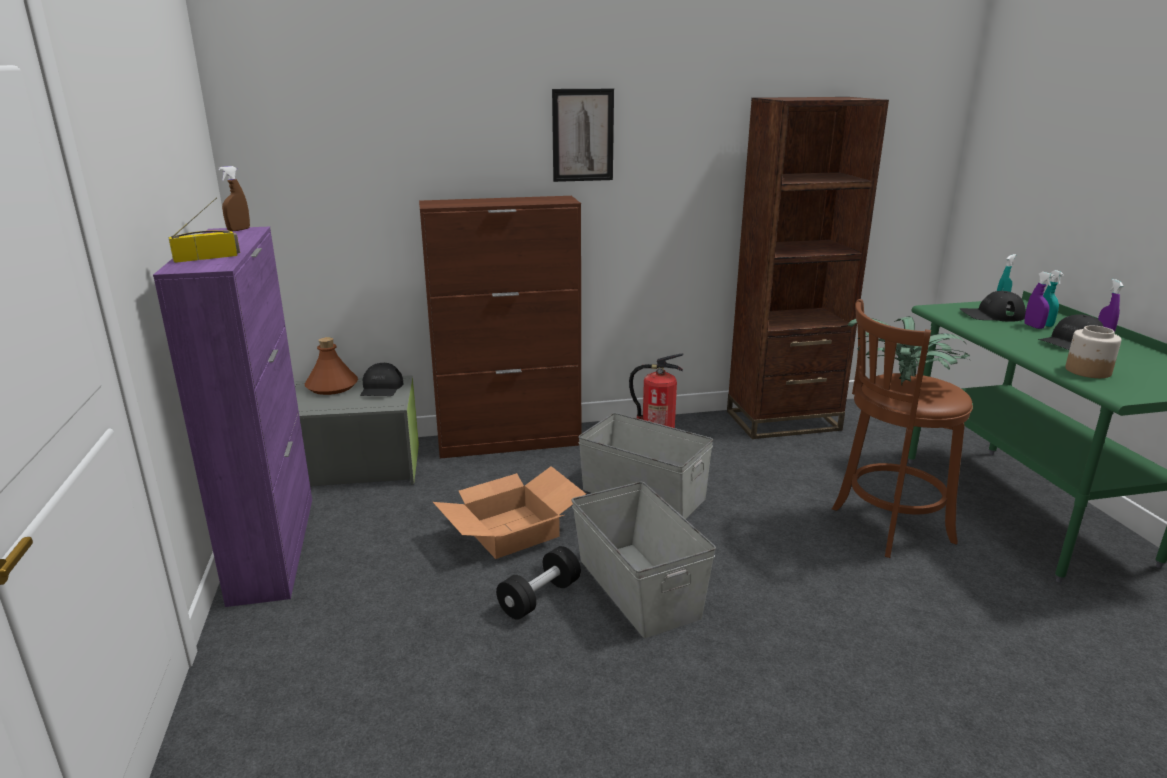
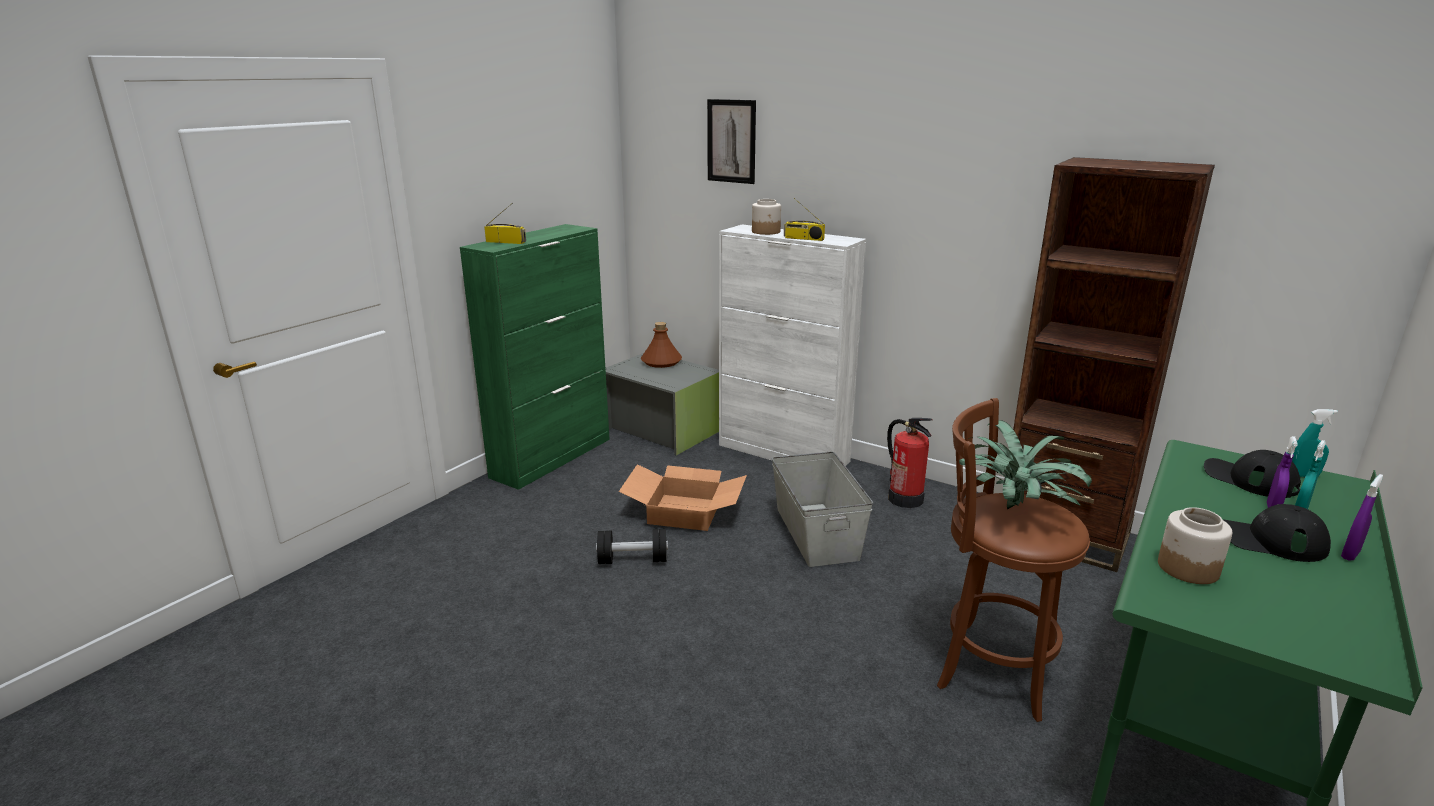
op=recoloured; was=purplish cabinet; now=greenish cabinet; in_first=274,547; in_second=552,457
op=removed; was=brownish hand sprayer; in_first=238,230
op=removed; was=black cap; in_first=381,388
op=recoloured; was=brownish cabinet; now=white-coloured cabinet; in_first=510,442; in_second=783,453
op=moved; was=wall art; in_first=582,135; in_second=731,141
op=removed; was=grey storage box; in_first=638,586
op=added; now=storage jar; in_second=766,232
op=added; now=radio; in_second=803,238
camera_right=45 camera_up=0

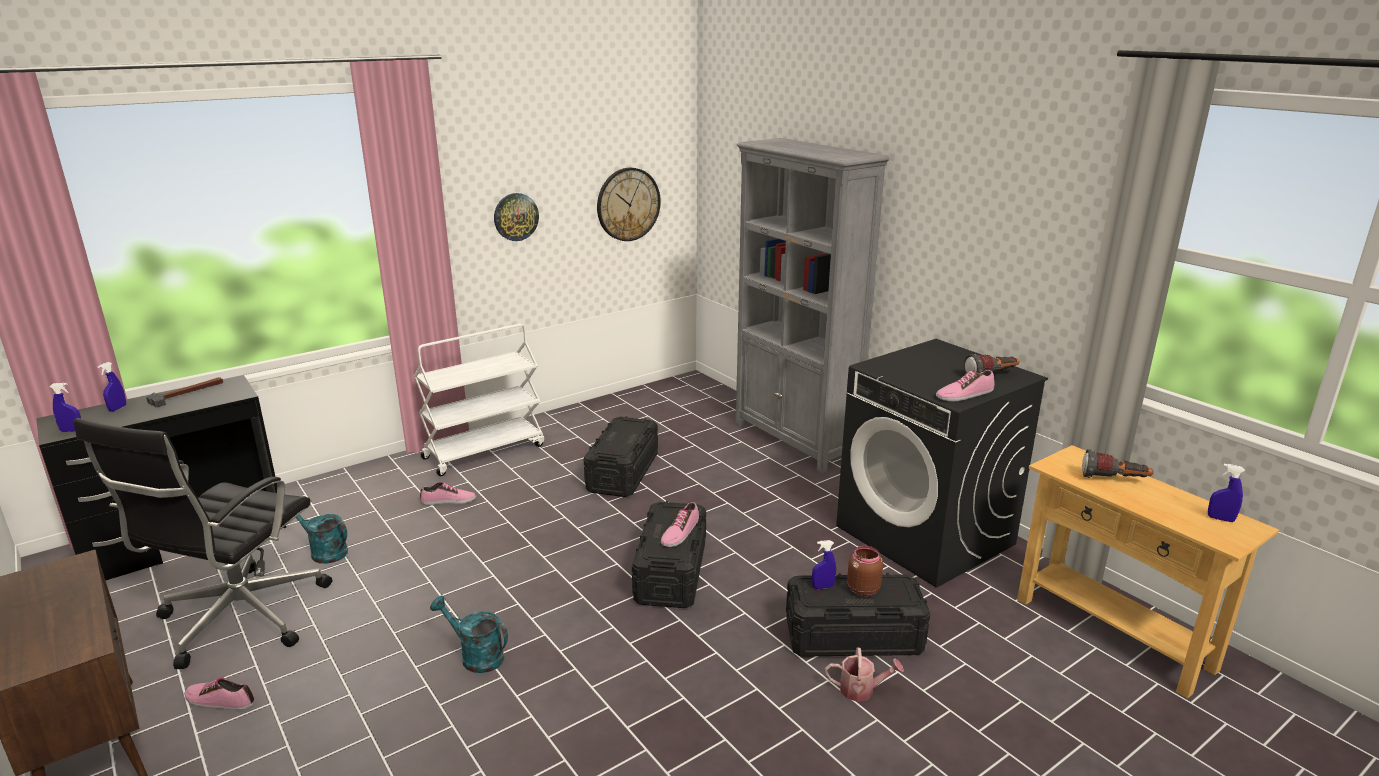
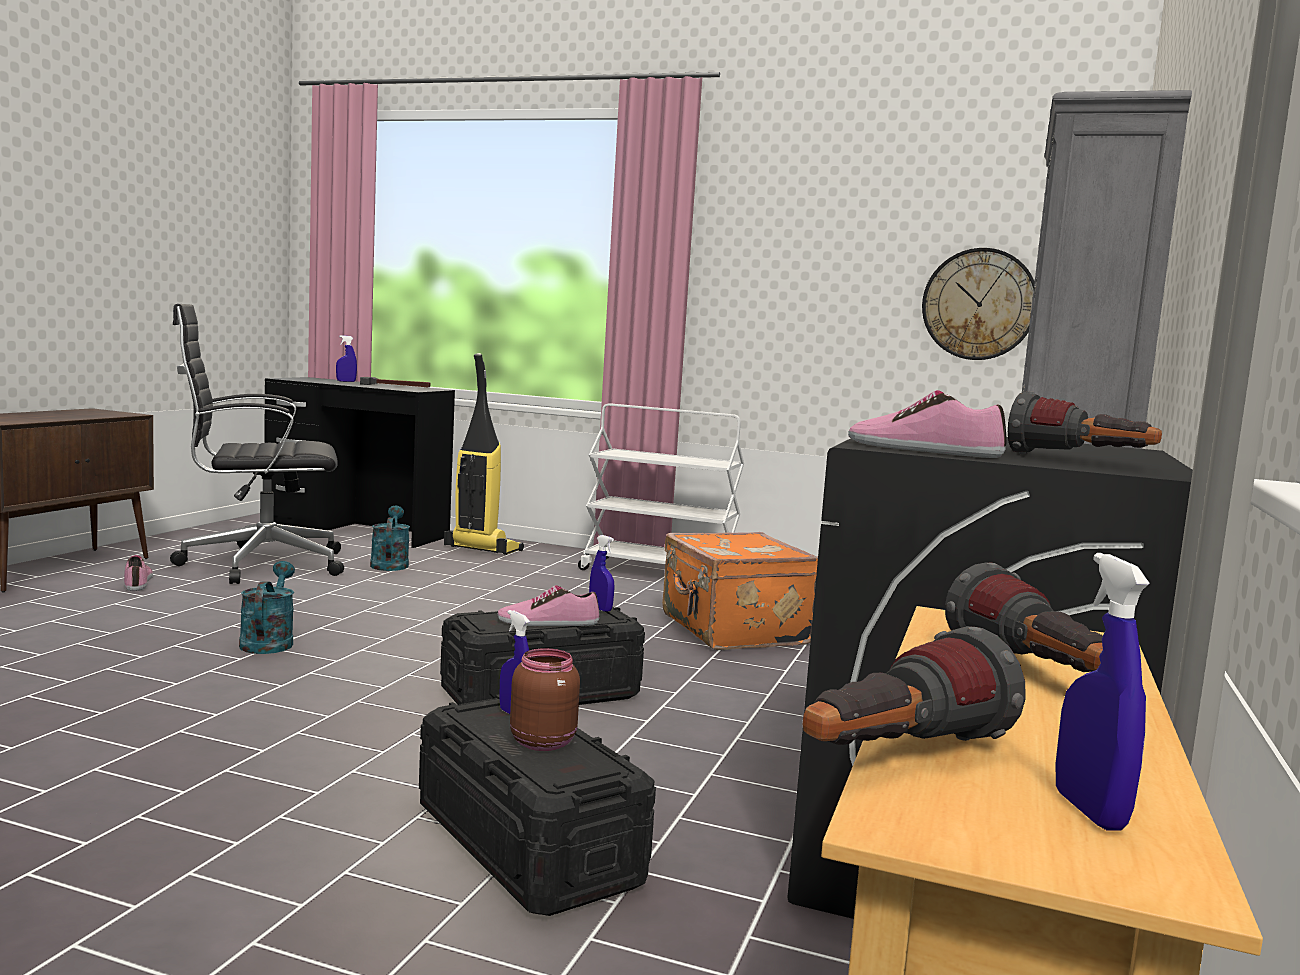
op=moved; was=blue-coloured hand sprayer; in_first=72,431; in_second=600,609
op=removed; was=shoe; in_first=448,501
op=removed; was=hanging clock; in_first=515,217
op=replaced; was=black storage box; now=orange piece of luggage; in_first=623,472; in_second=732,630
op=removed; was=watering pot; in_first=861,690
op=added; now=vacuum; in_second=481,549
op=added; now=flashlight; in_second=898,758
camera_right=55 camera_up=-15

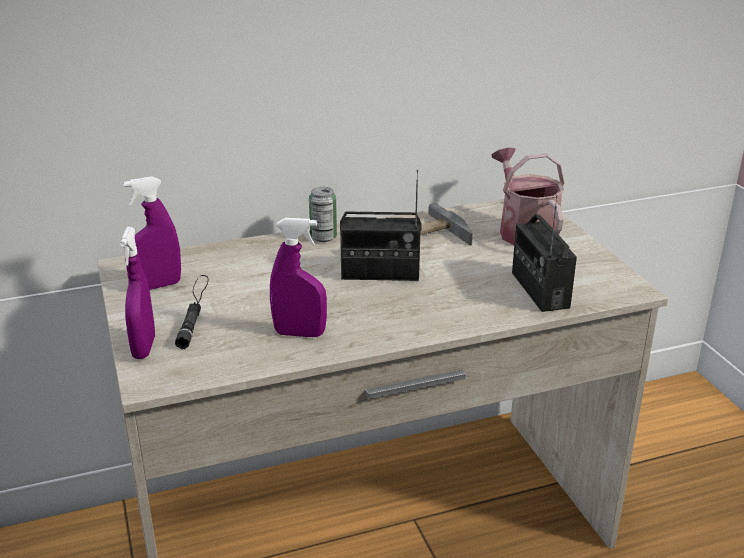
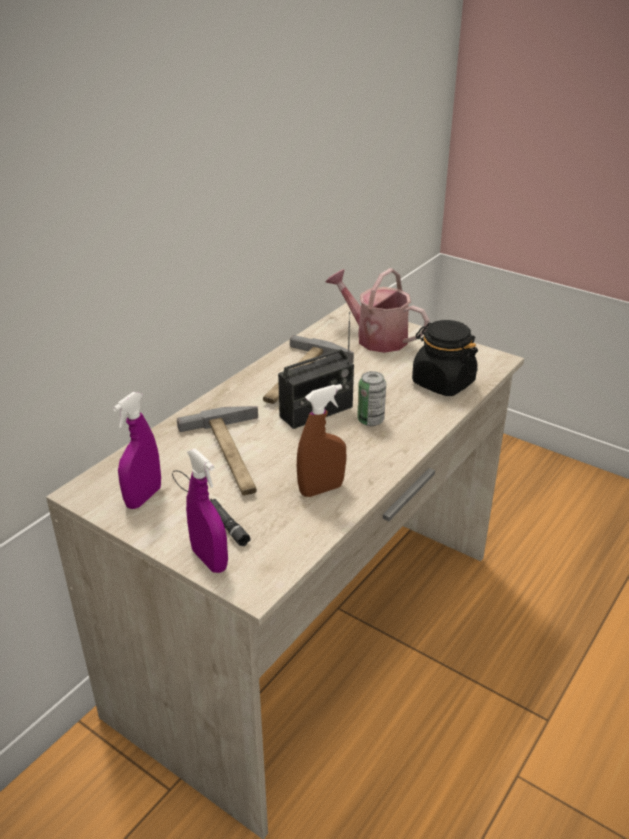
op=recoloured; was=purplish hand sprayer; now=brownish hand sprayer; in_first=299,333; in_second=321,489
op=moved; was=can; in_first=323,237; in_second=370,420
op=replaced; was=radio; now=black storage jar; in_first=539,290; in_second=442,383
op=added; now=hammer; in_second=233,455
camera_right=-35 camera_up=5

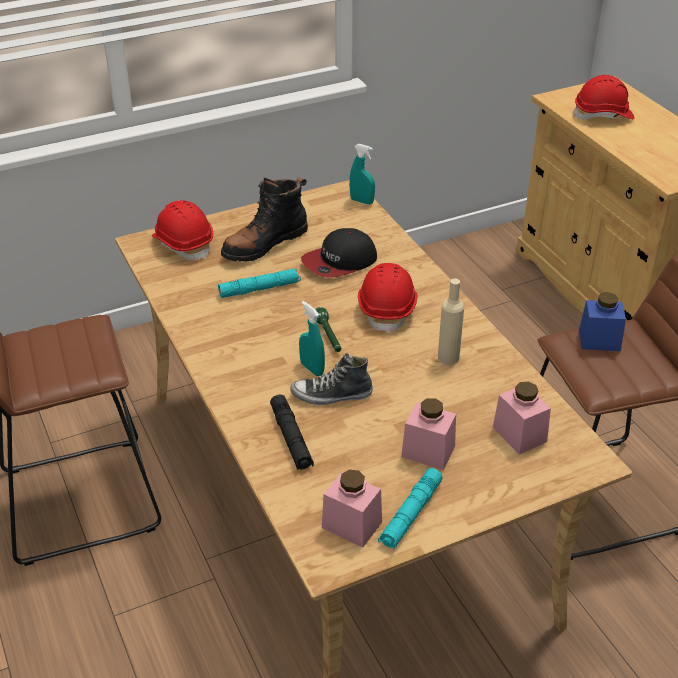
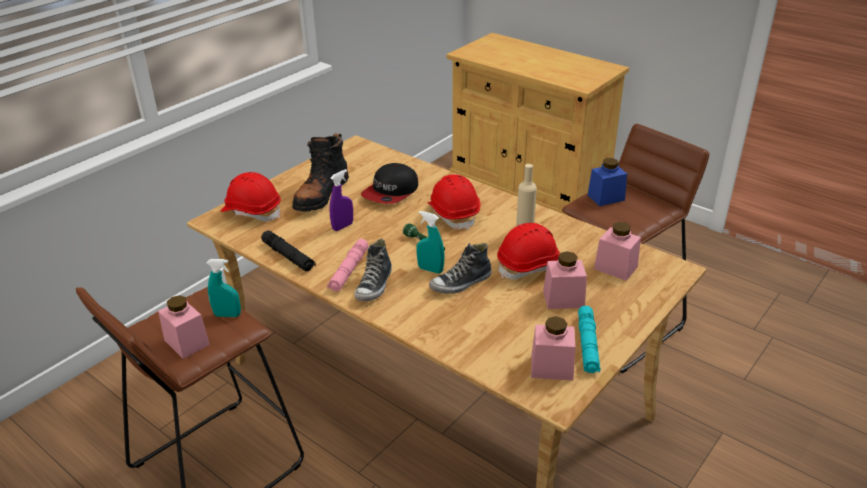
op=replaced; was=blue-green flashlight; now=purplish hand sprayer; in_first=259,289; in_second=343,226
op=moved; was=black flashlight; in_first=291,438; in_second=288,256
op=moved; was=blue-green hand sprayer; in_first=362,201; in_second=227,315
op=moved; was=red work helmet; in_first=603,115; in_second=530,266
op=added; now=pink-coloured storage jar; in_second=187,342
op=added; now=pink-coloured flashlight; in_second=349,270
op=added; now=shoe; in_second=374,285
camera_right=-25 camera_up=-5

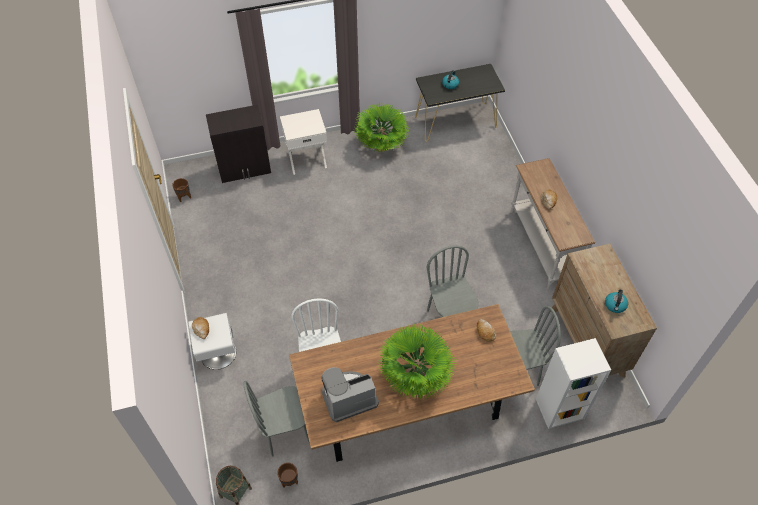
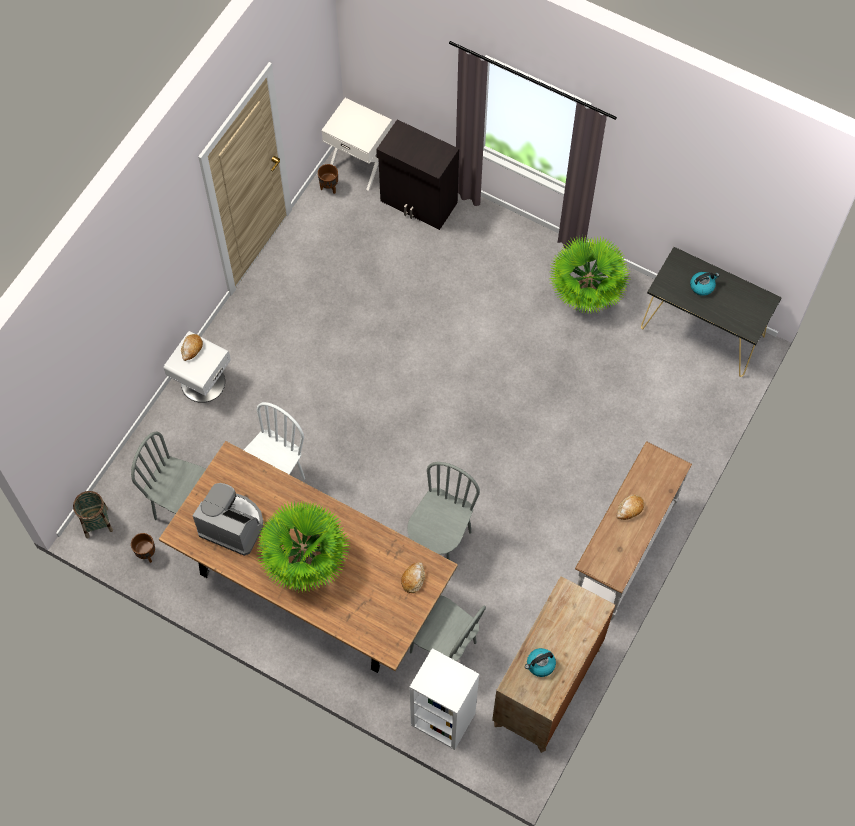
op=moved; was=white-coloured night table; in_first=306,159; in_second=359,164
camera_right=45 camera_up=10

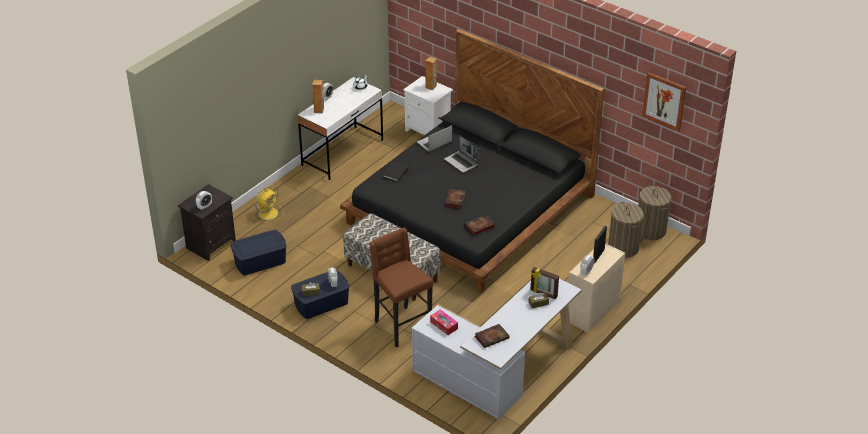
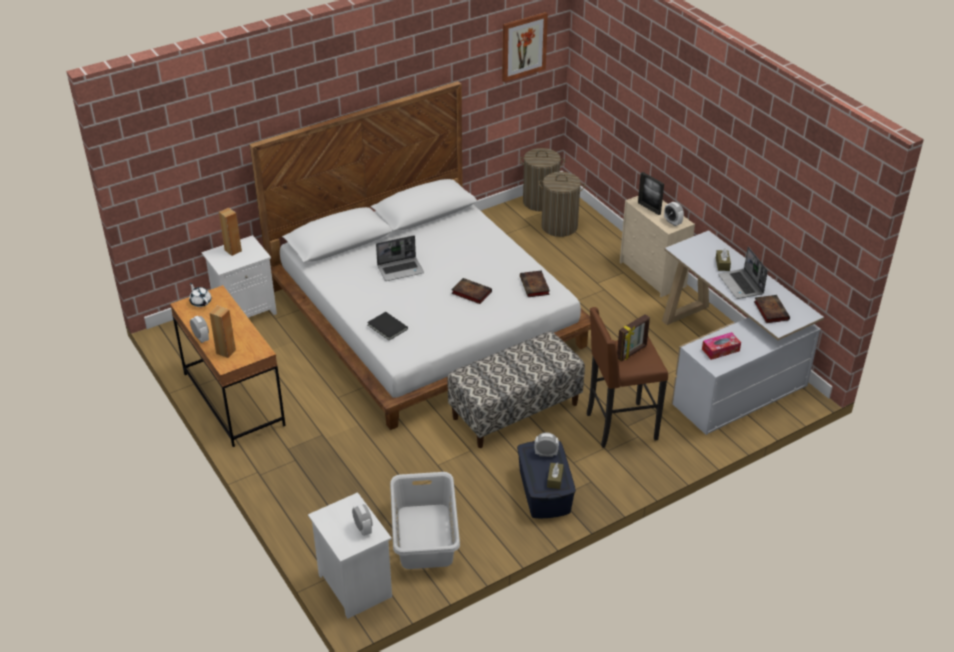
op=recoloured; was=black night table; now=white-coloured night table; in_first=211,243; in_second=353,586
op=replaced; was=blue-coloured storage box; now=grey hamper; in_first=260,261; in_second=424,537
op=removed; was=yellow electric fan; in_first=269,213
op=recoloured; was=white-coloured desk unit; now=brownish desk unit; in_first=343,153; in_second=233,399
op=recoloured; was=black sleeping bed; now=white-coloured sleeping bed; in_first=469,209; in_second=427,317
op=moved; was=notebook computer; in_first=434,143; in_second=741,285
op=moved; was=picture frame; in_first=543,294; in_second=632,352
camera_right=-70 camera_up=0

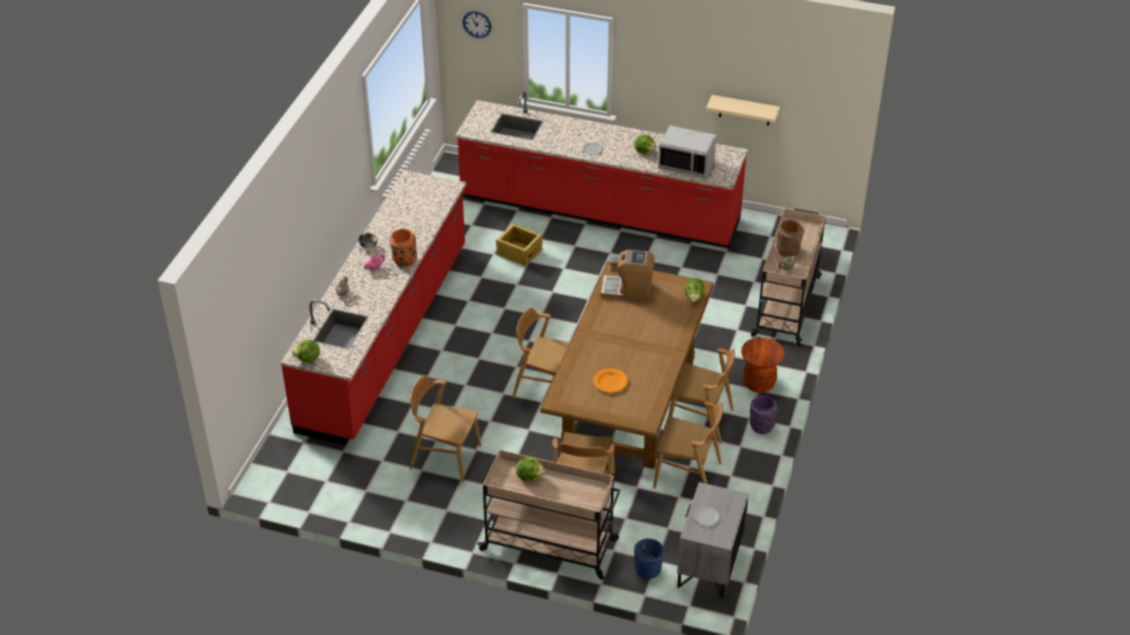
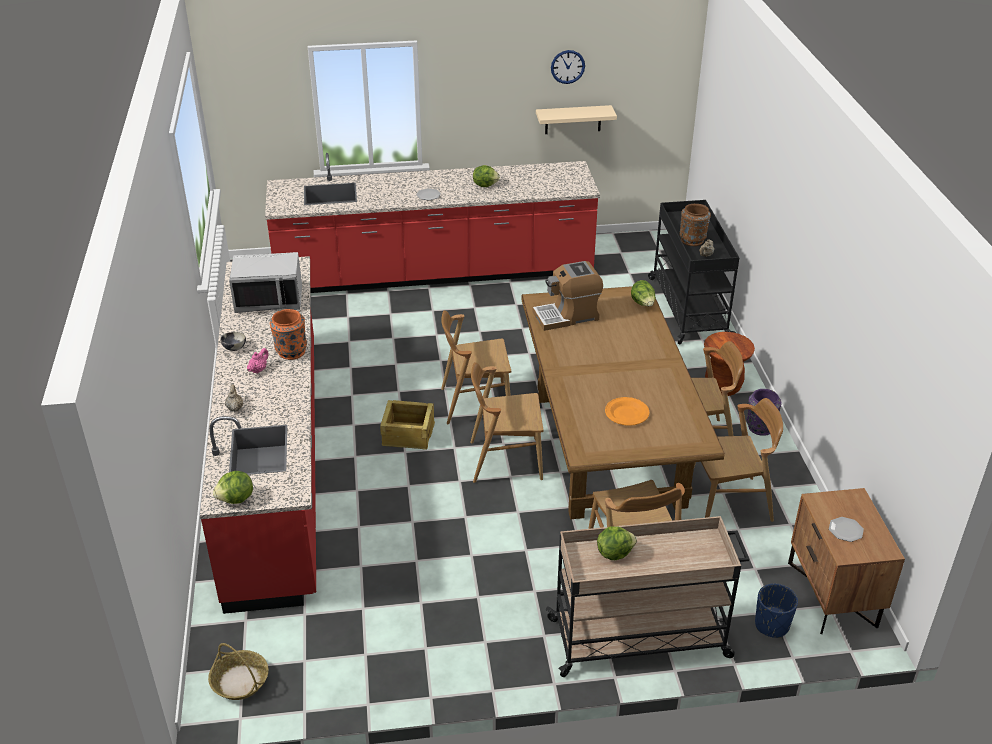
op=moved; was=brownish plain chair; in_first=445,457; in_second=475,403
op=moved; was=hanging clock; in_first=477,24; in_second=567,66
op=moved; was=shipping crate; in_first=519,252; in_second=408,434
op=moved; was=grey microwave oven; in_first=686,164; in_second=269,299
op=recoloured; was=grey night table; now=brownish night table; in_first=709,565; in_second=833,594
op=recoloured; was=sand-coloured wheeled cart; now=black wheeled cart; in_first=787,305; in_second=688,307
op=added; now=household basket; in_second=239,681
camera_right=-25 camera_up=-5

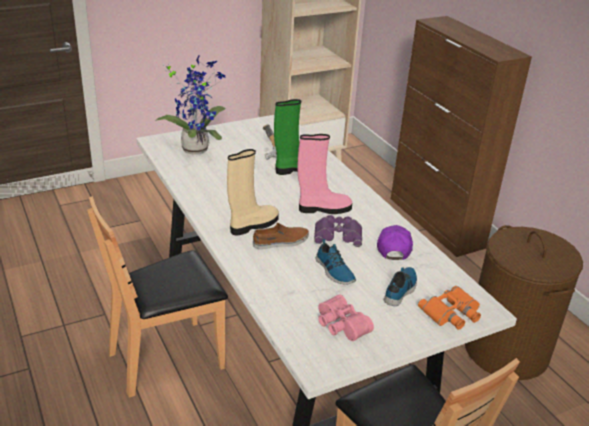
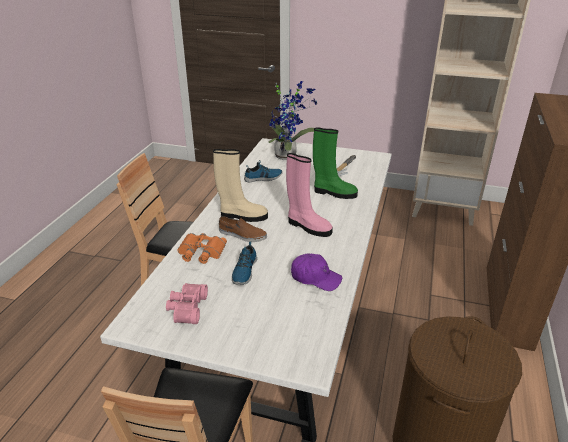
op=removed; was=purplish field glasses; in_first=338,234
op=turned; was=purplish cap; in_first=393,247; in_second=315,278; clockwise=60
op=moved; was=shoe; in_first=401,289; in_second=263,178
op=moved; was=orange field glasses; in_first=452,313; in_second=200,252
camera_right=45 camera_up=0

